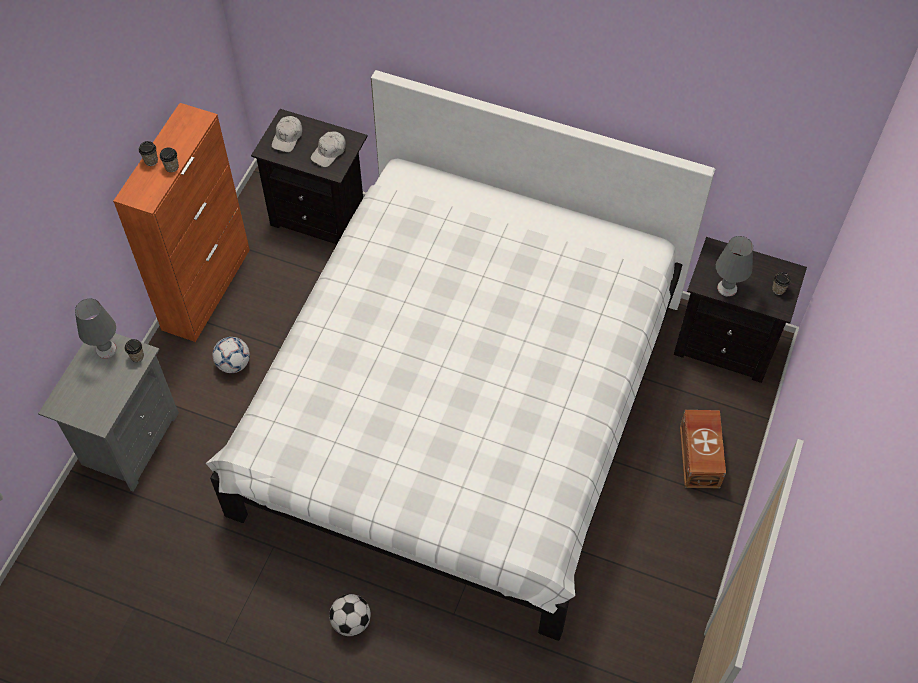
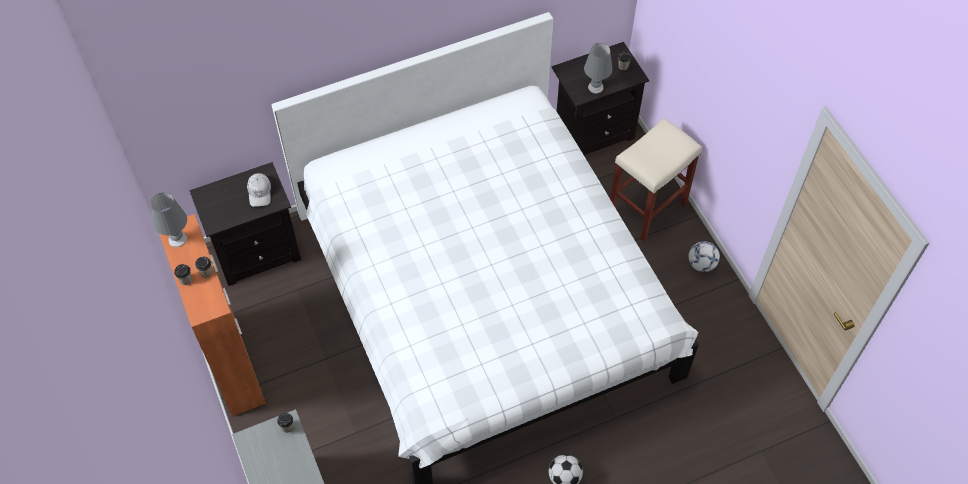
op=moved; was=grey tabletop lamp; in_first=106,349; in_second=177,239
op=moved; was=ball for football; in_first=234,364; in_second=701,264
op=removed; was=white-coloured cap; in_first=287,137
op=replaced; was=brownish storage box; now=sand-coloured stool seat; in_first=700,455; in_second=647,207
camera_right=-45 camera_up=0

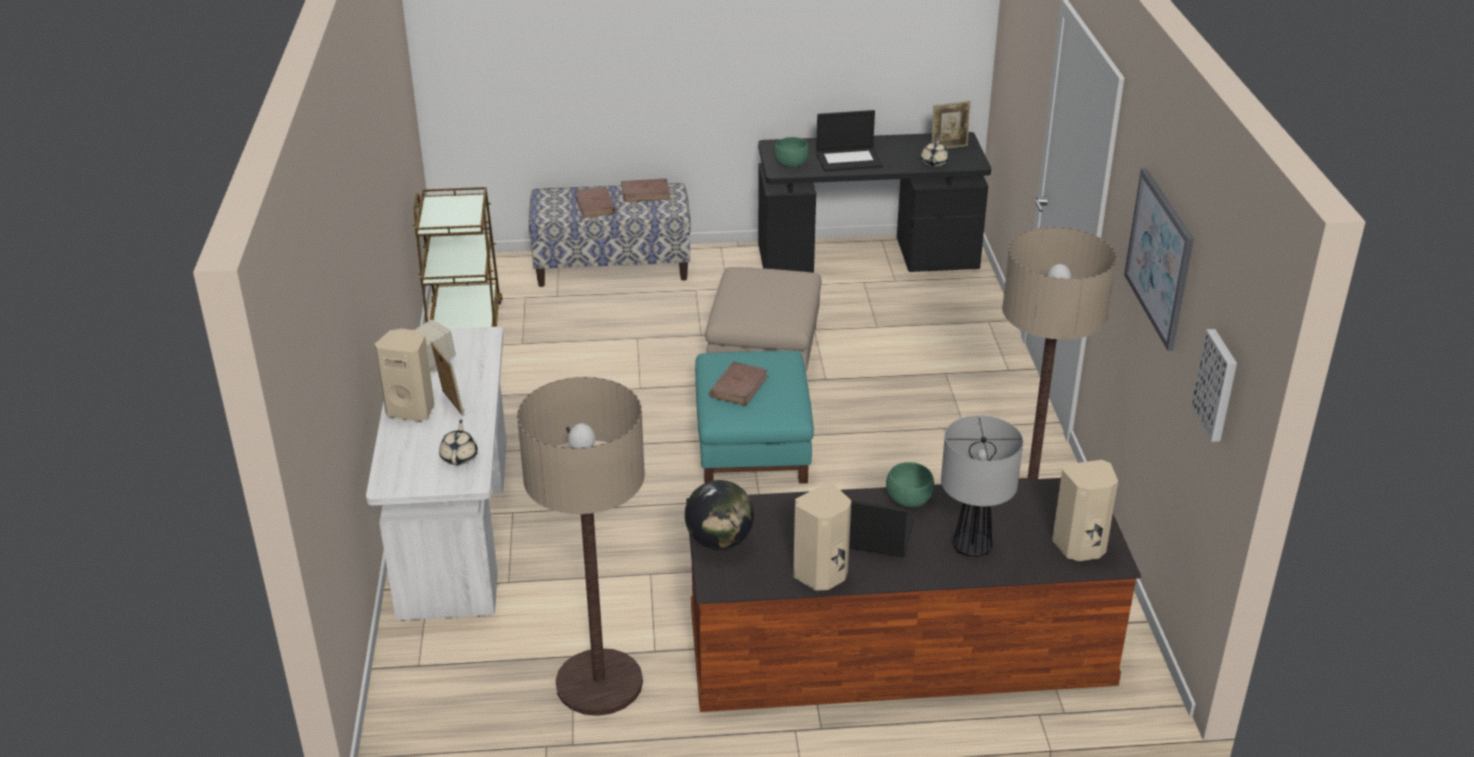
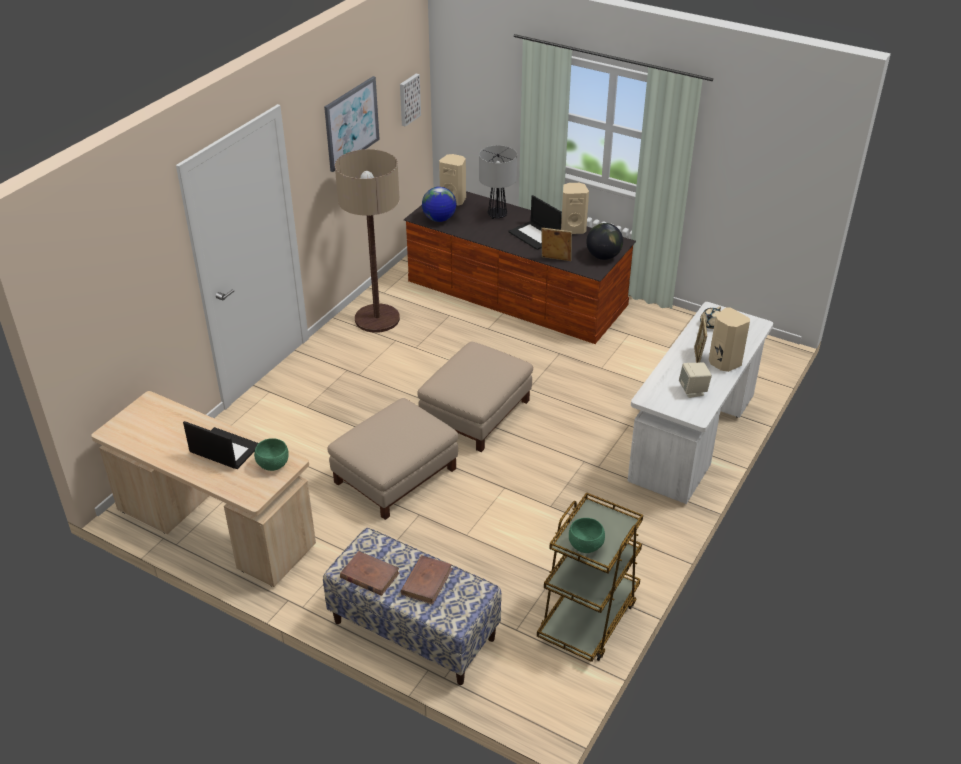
op=removed; was=floor lamp; in_first=599,683
op=recoloured; was=blue-green footrest; now=sand-coloured footrest; in_first=751,444; in_second=476,414
op=removed; was=brownish book; in_first=739,386
op=recoloured; was=black desk unit; now=sand-coloured desk unit; in_first=867,259; in_second=215,528
op=moved; was=greenish deep dish; in_first=908,501; in_second=586,546
op=removed; was=sand-coloured tea pot; in_first=934,163
op=moved; was=picture frame; in_first=949,147; in_second=555,259
op=added; now=desk globe; in_second=439,219
camera_right=-145 camera_up=5

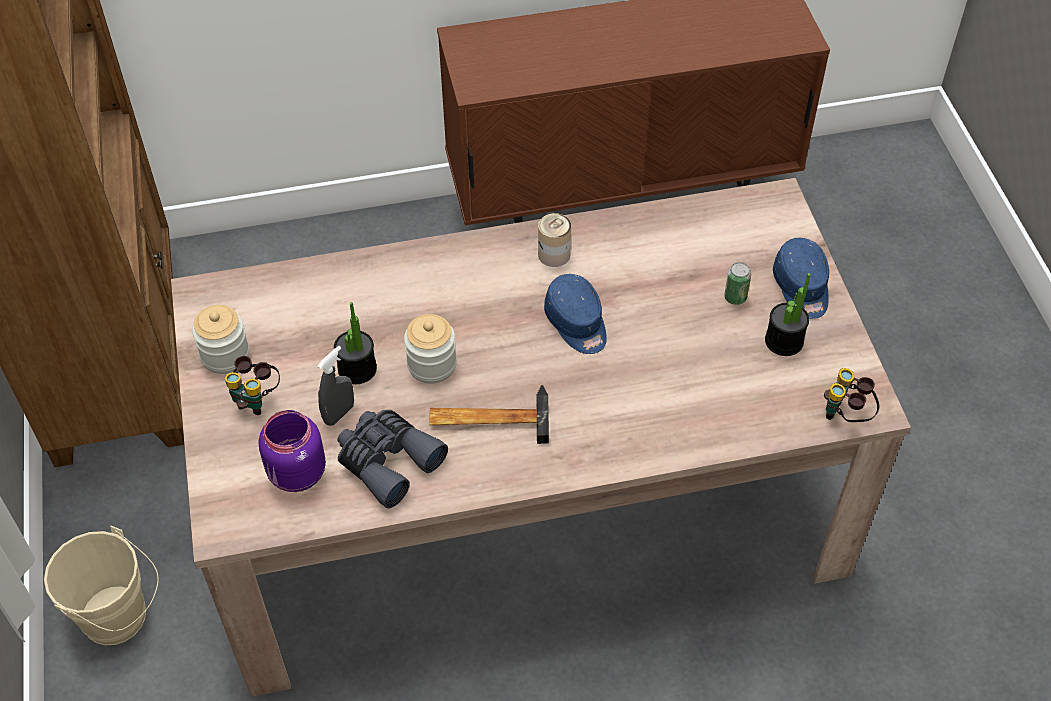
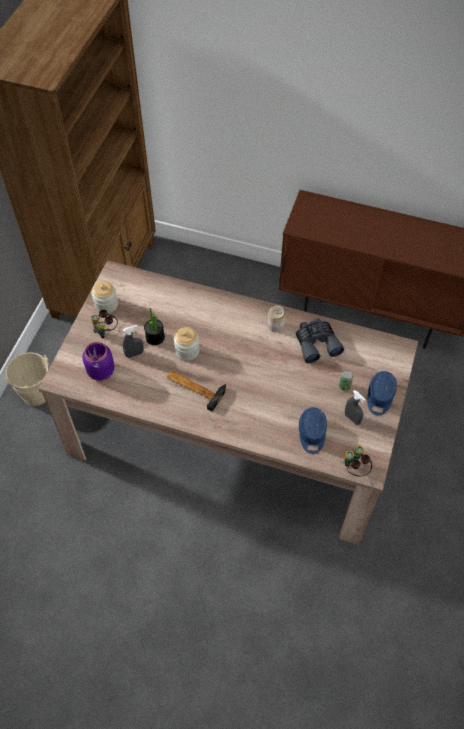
op=moved; was=grey field glasses; in_first=387,461; in_second=316,343
op=moved; was=blue-coloured cap; in_first=577,324; in_second=312,434
op=replaced; was=potted plant; now=grey hand sprayer; in_first=784,341; in_second=352,418
camera_right=30 camera_up=5

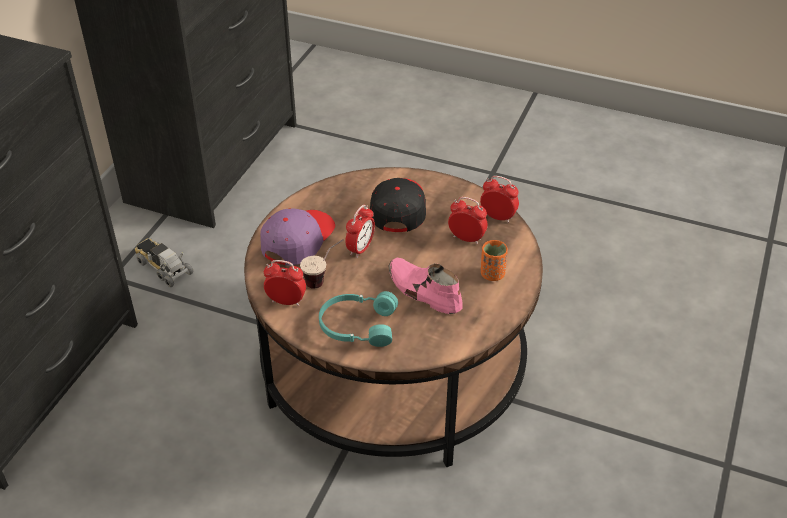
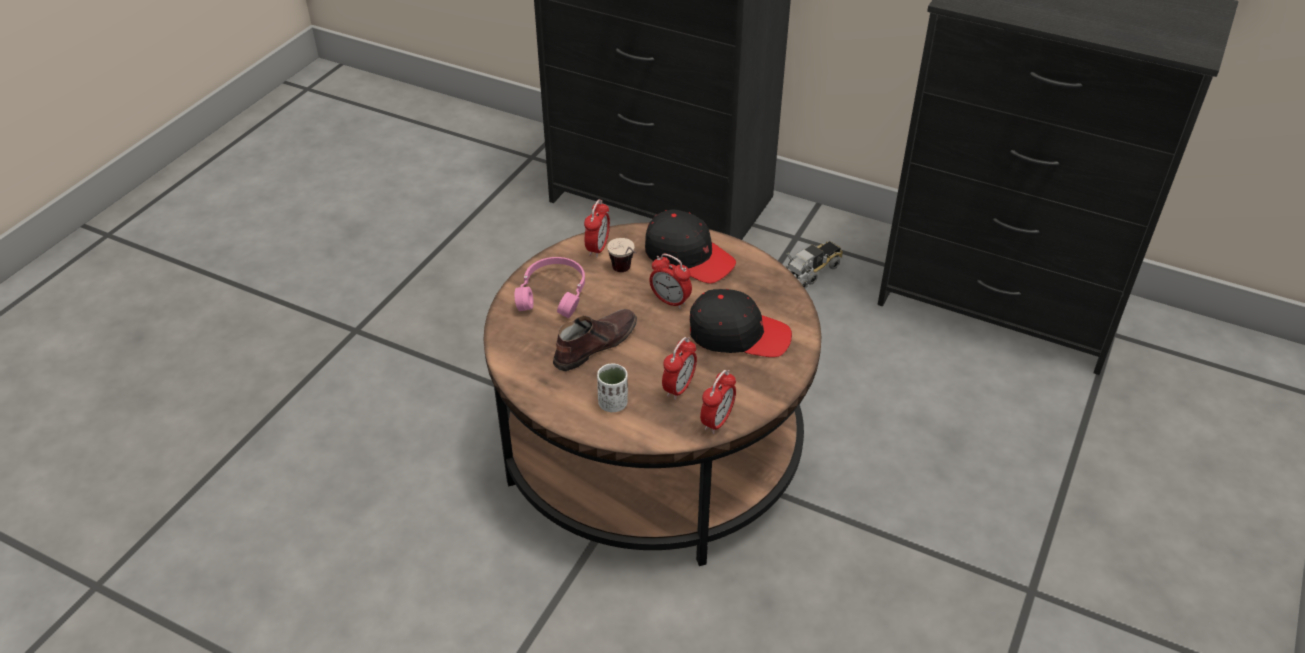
op=recoloured; was=purplish cap; now=black cap; in_first=297,240; in_second=689,256
op=recoloured; was=blue-green headset; now=pink-coloured headset; in_first=357,325; in_second=554,294
op=recoloured; was=pink-coloured shoe; now=brownish shoe; in_first=423,291; in_second=594,344
op=recoloured; was=orange drinking cup; now=white-coloured drinking cup; in_first=492,274; in_second=613,404
camera_right=95 camera_up=0

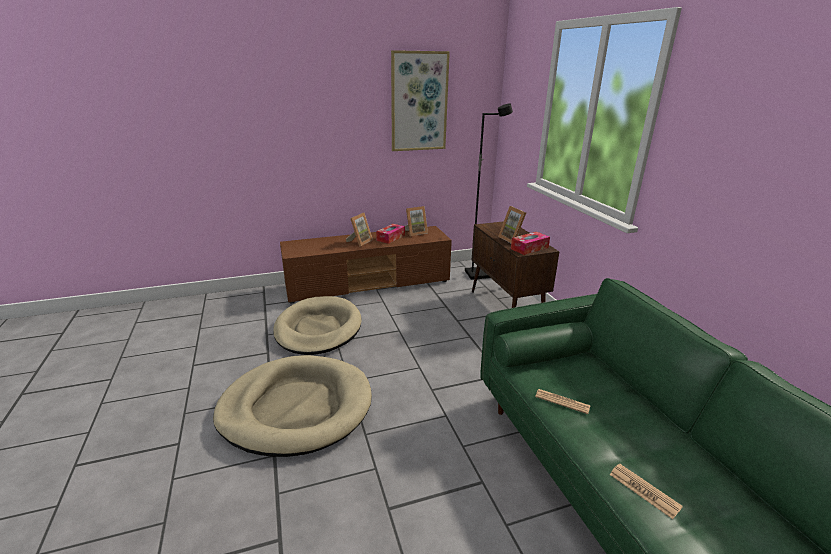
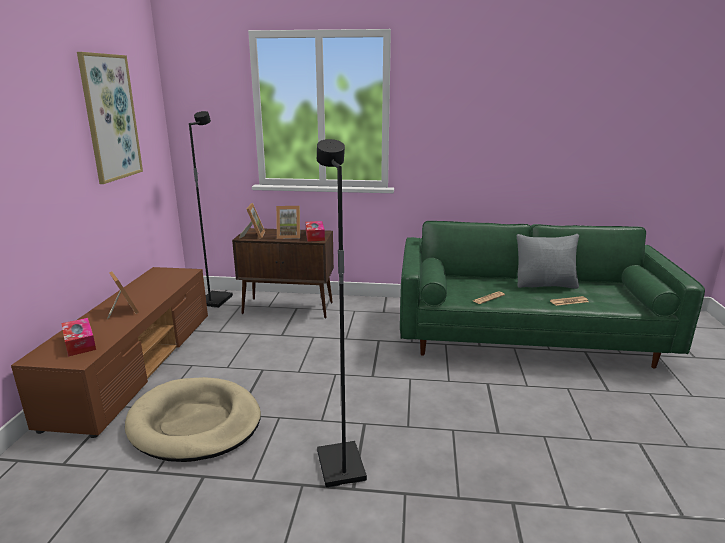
op=replaced; was=sand-coloured dog bed; now=black floor lamp; in_first=296,408; in_second=339,466
op=moved; was=box of tissues; in_first=390,238; in_second=80,343
op=moved; was=picture frame; in_first=415,232; in_second=254,235
op=added; now=grey throw pillow; in_second=545,285
camera_right=-65 camera_up=-5

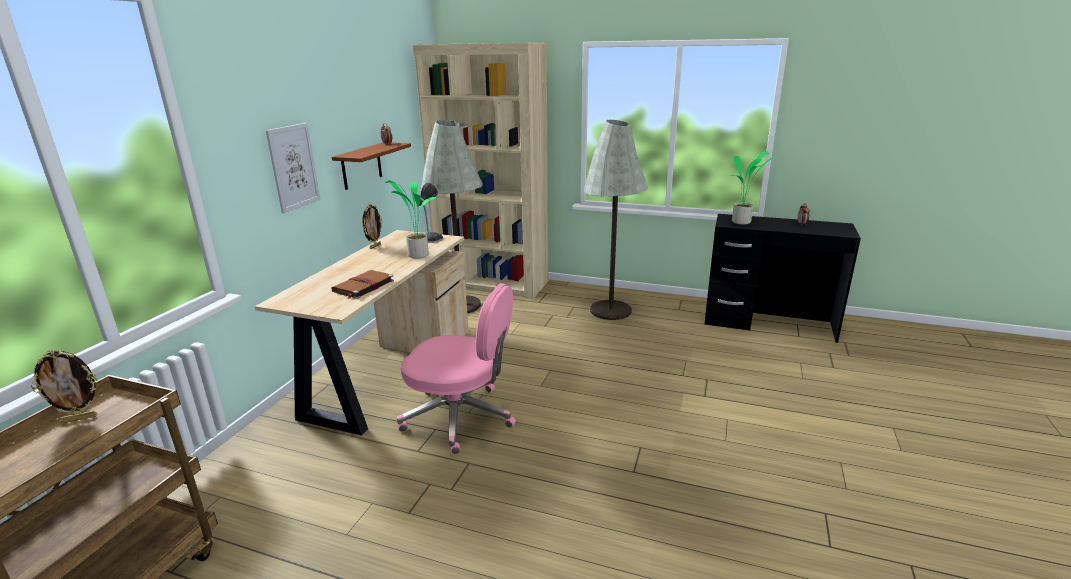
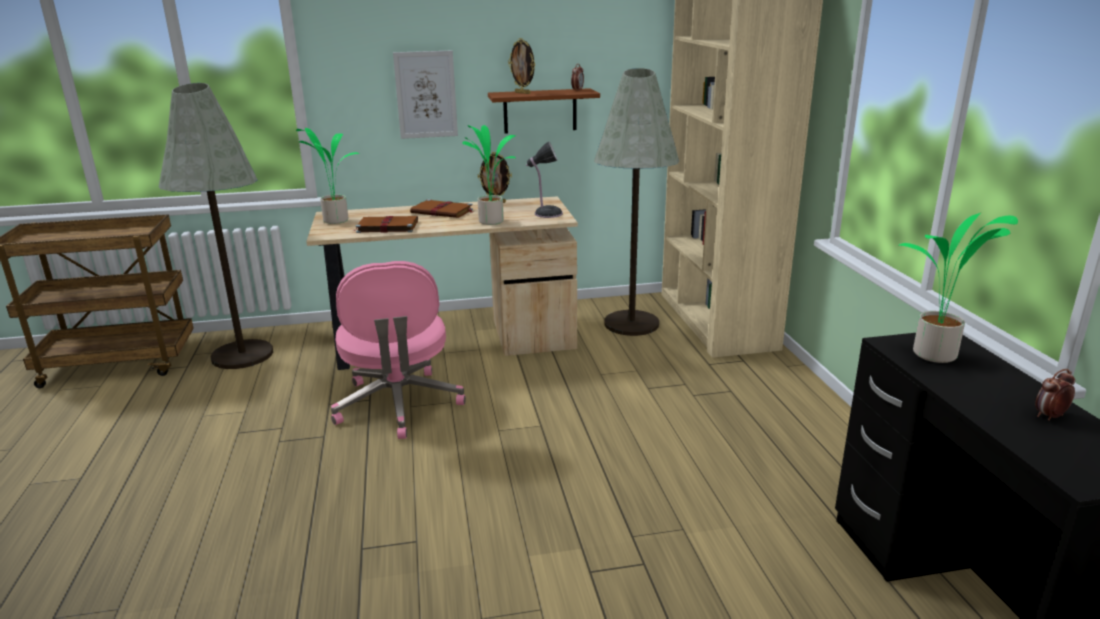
op=moved; was=picture frame; in_first=80,418; in_second=523,93
op=moved; was=grey floor lamp; in_first=610,310; in_second=242,355
op=added; now=potted plant; in_second=335,220
op=added; now=brownish book; in_second=443,212
camera_right=60 camera_up=0

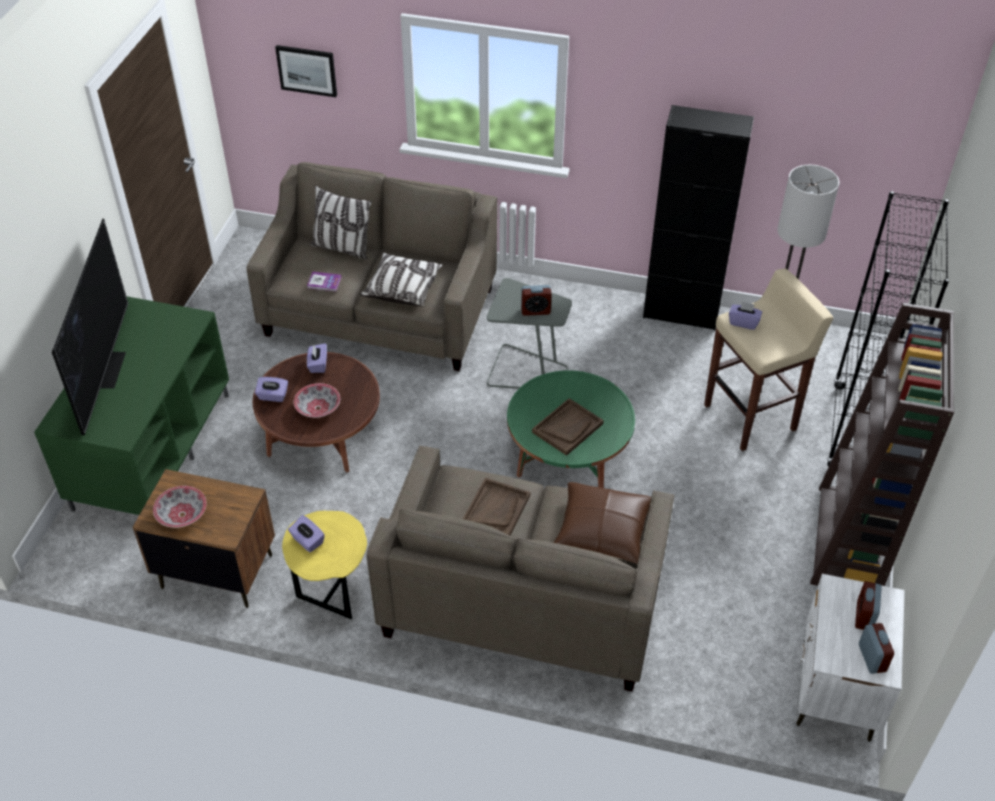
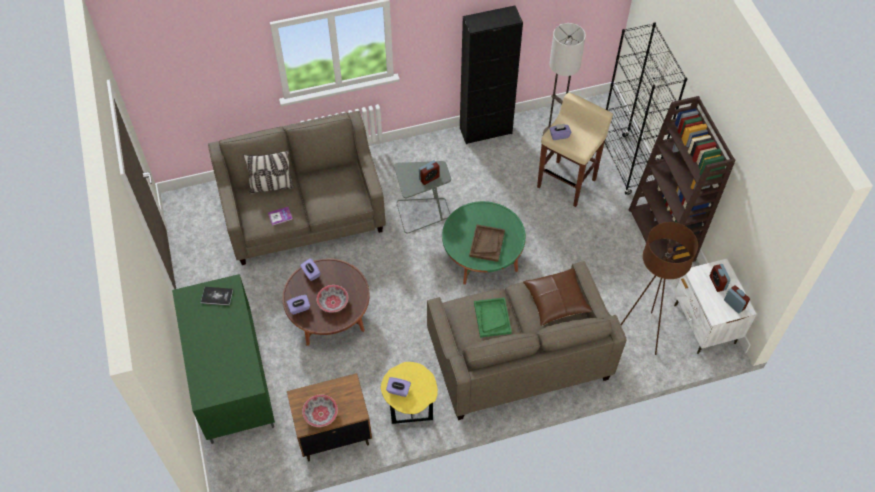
op=removed; was=TV; in_first=106,368
op=removed; was=wall art; in_first=307,70
op=removed; was=throw pillow; in_first=402,288
op=recoloured; was=brownish serving tray; now=greenish serving tray; in_first=495,510; in_second=492,318
op=added; now=book; in_second=217,296
op=added; now=brownish floor lamp; in_second=641,333
camera_right=-30 camera_up=10

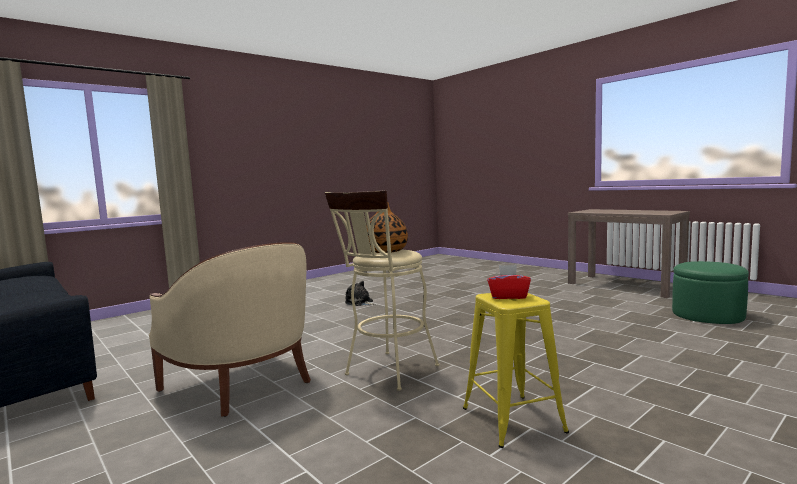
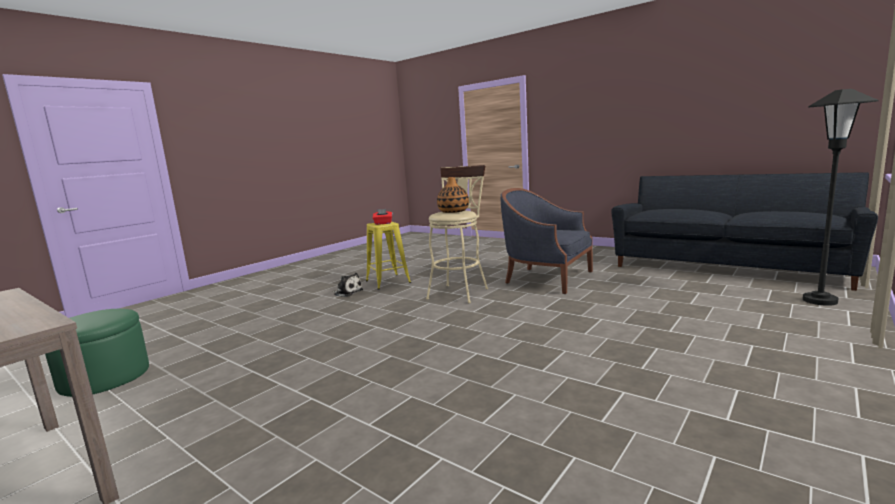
op=recoloured; was=sand-coloured armchair; now=blue-coloured armchair; in_first=242,383; in_second=547,279
op=moved; was=cuddly toy; in_first=360,303; in_second=347,292
op=added; now=black floor lamp; in_second=820,300
camera_right=170 camera_up=5

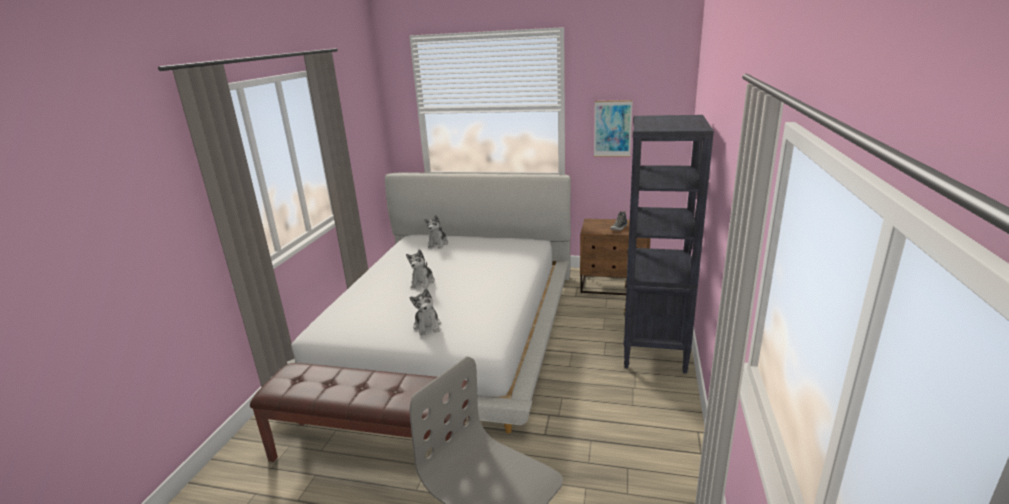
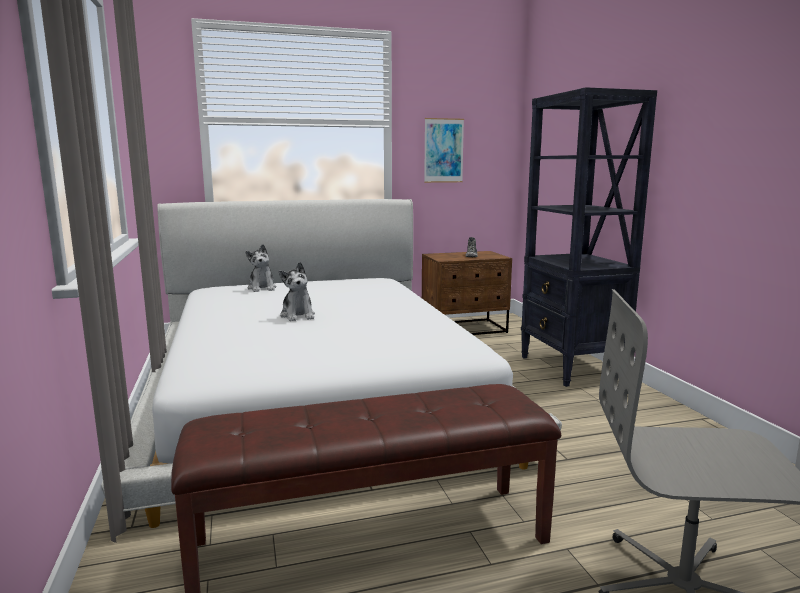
op=removed; was=cuddly toy; in_first=427,326
camera_right=-30 camera_up=-10

